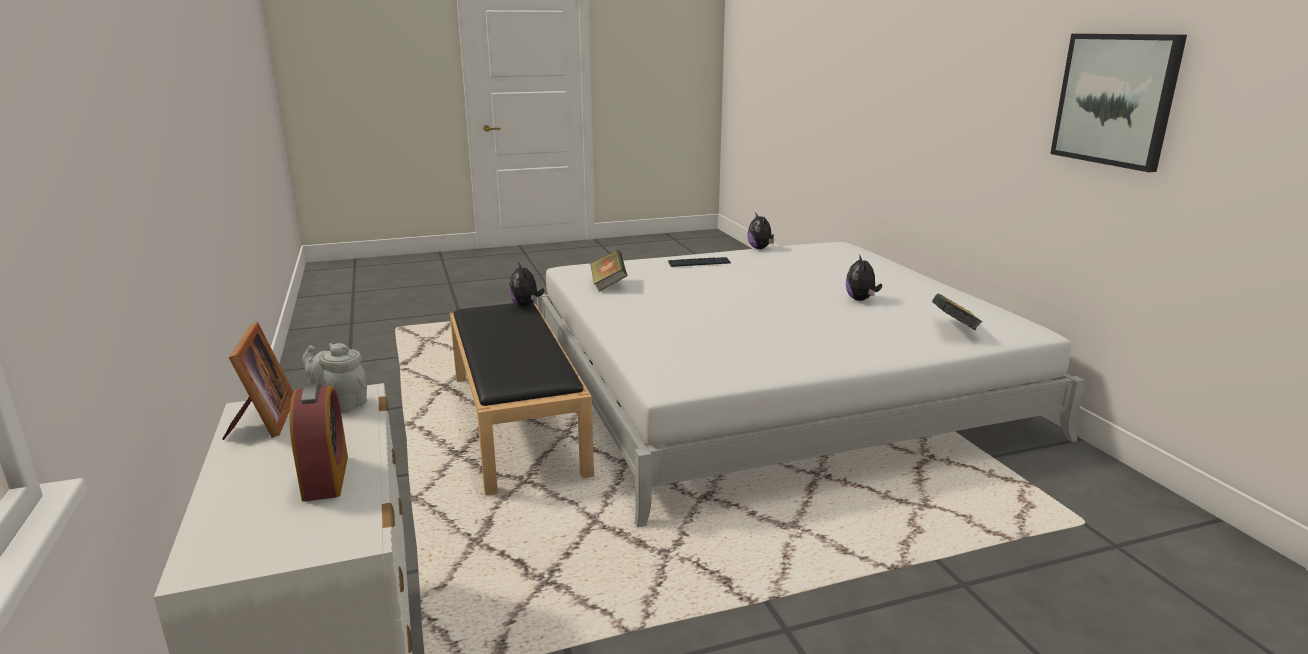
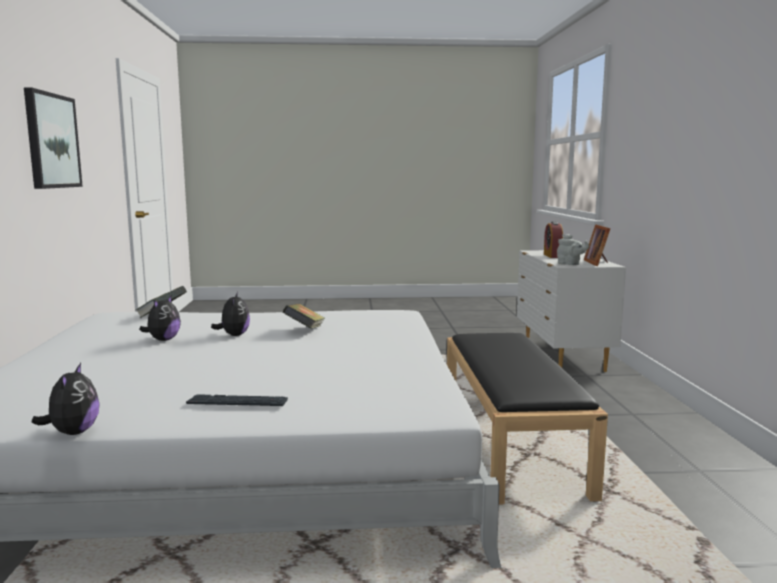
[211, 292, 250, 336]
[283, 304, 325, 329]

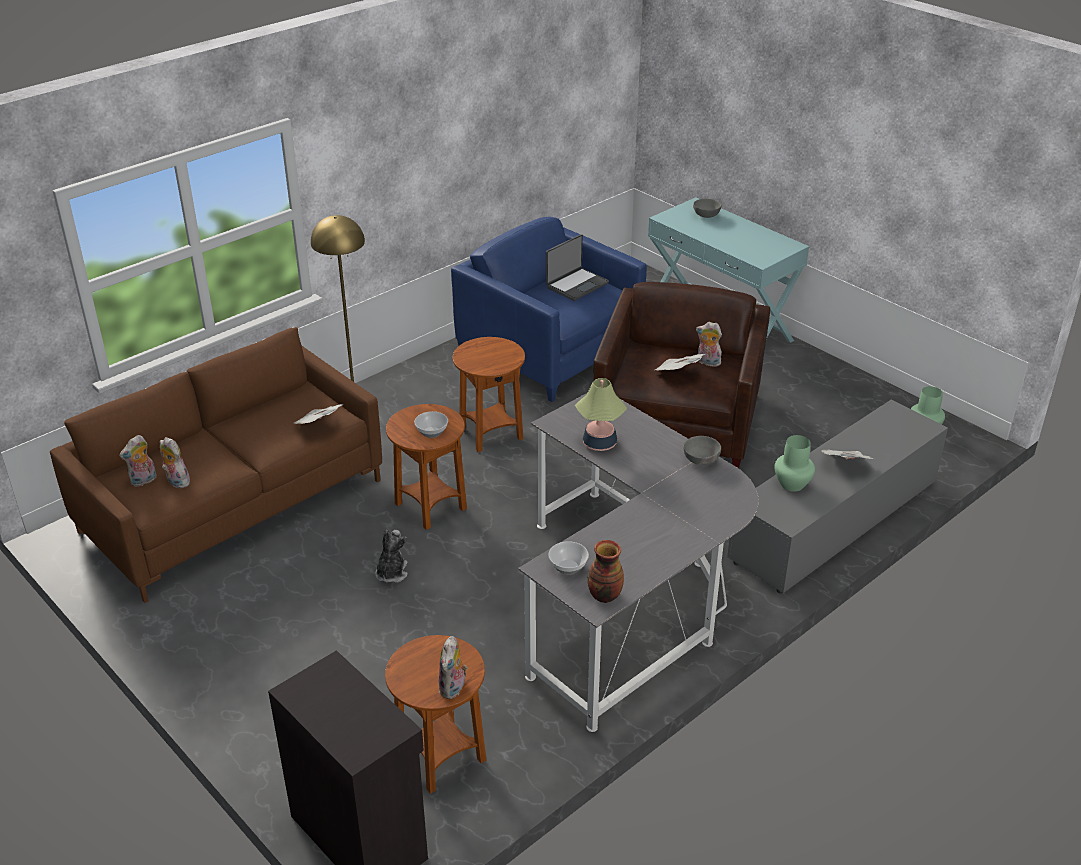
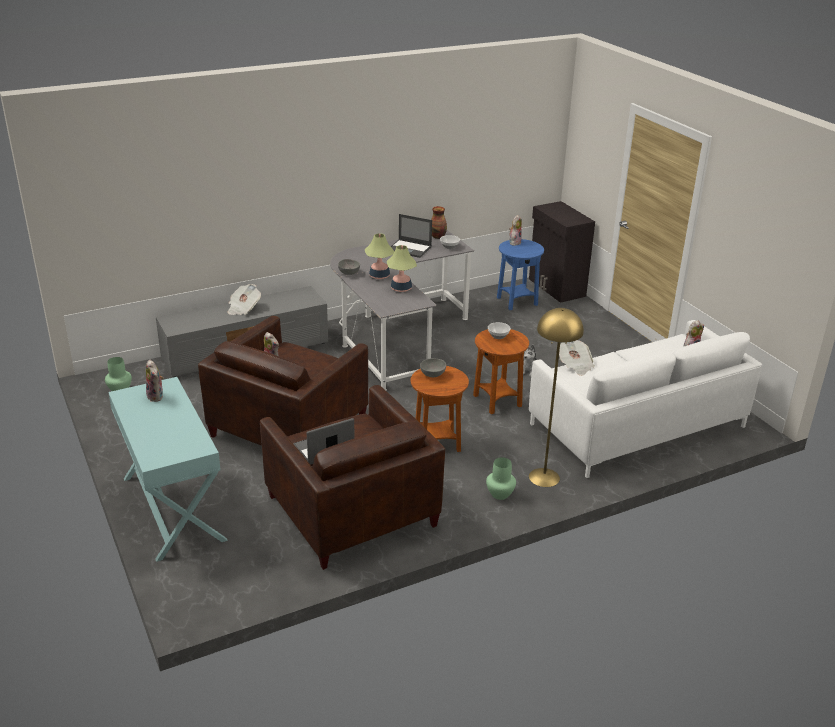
[655, 354, 705, 371] (first image)
[365, 233, 394, 279]
[391, 214, 432, 258]
[146, 359, 164, 402]
[420, 358, 446, 377]
[486, 457, 516, 500]
[529, 320, 762, 478]
[497, 239, 544, 310]
[260, 385, 445, 570]

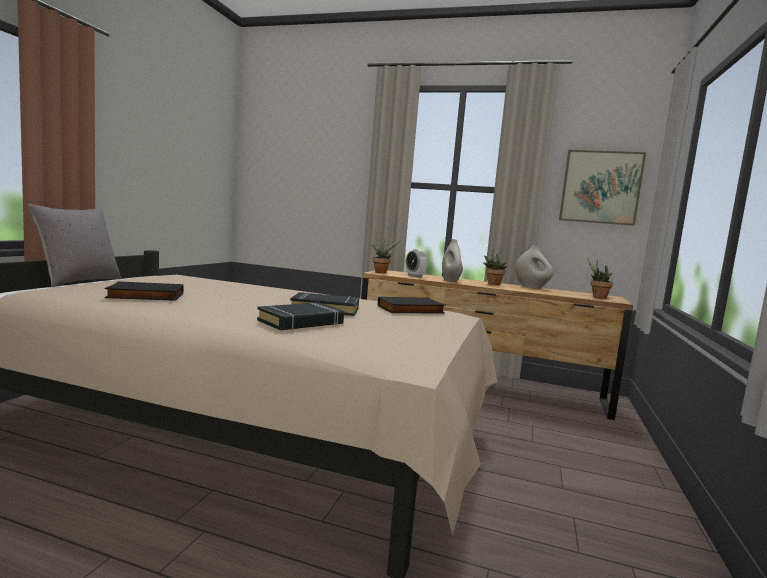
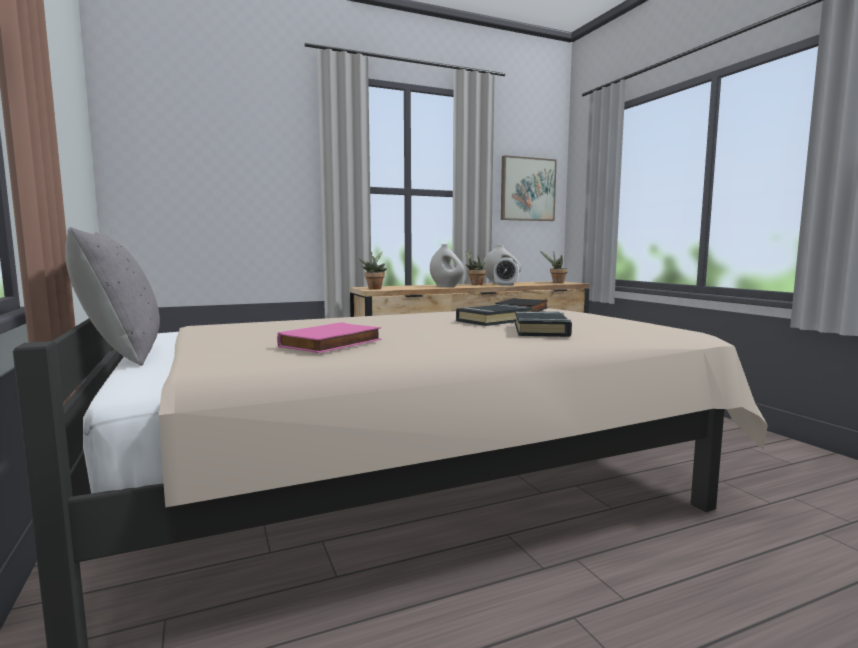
[494, 258, 519, 286]
[277, 322, 382, 353]

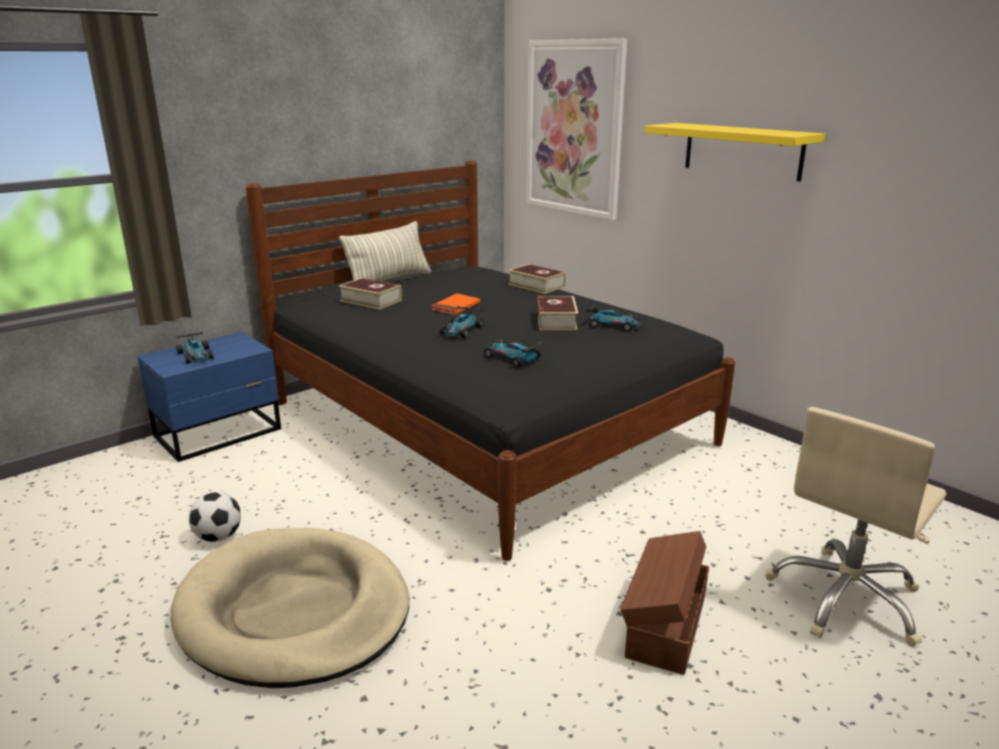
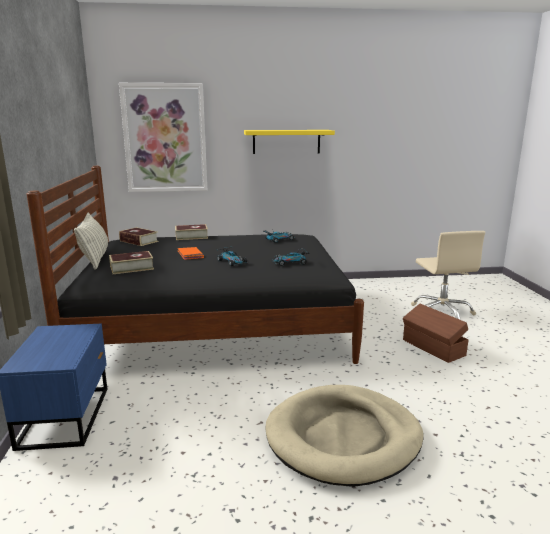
[176, 330, 214, 364] (first image)
[189, 492, 241, 542] (first image)
[119, 227, 158, 246]

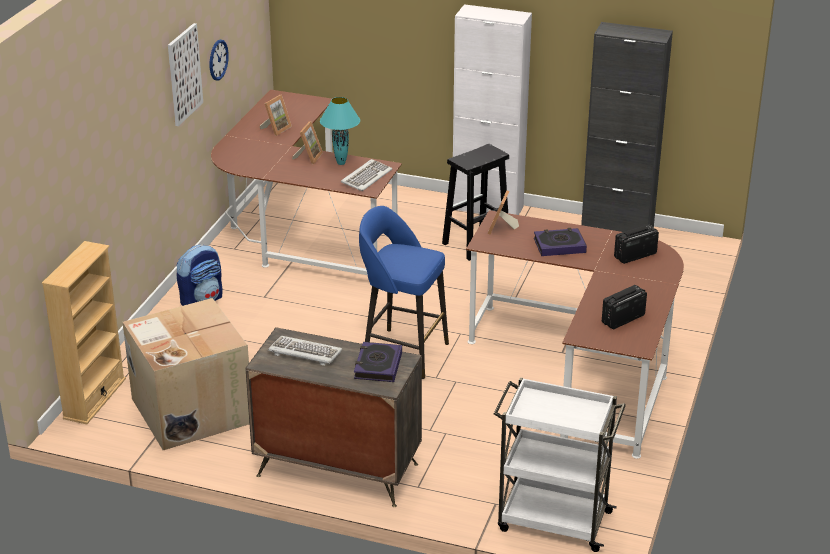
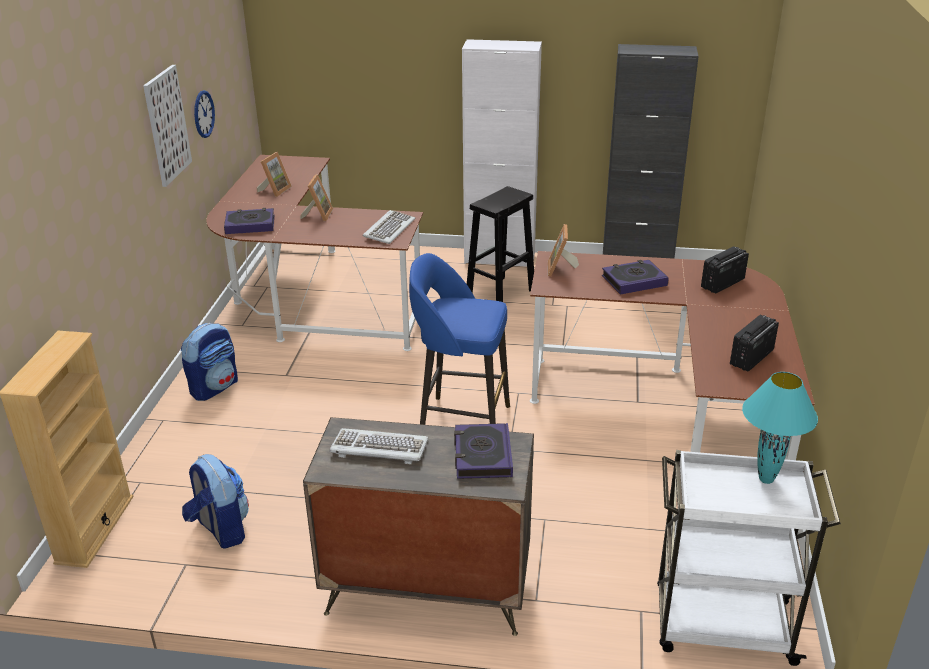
[224, 208, 274, 234]
[742, 372, 818, 484]
[182, 454, 249, 549]

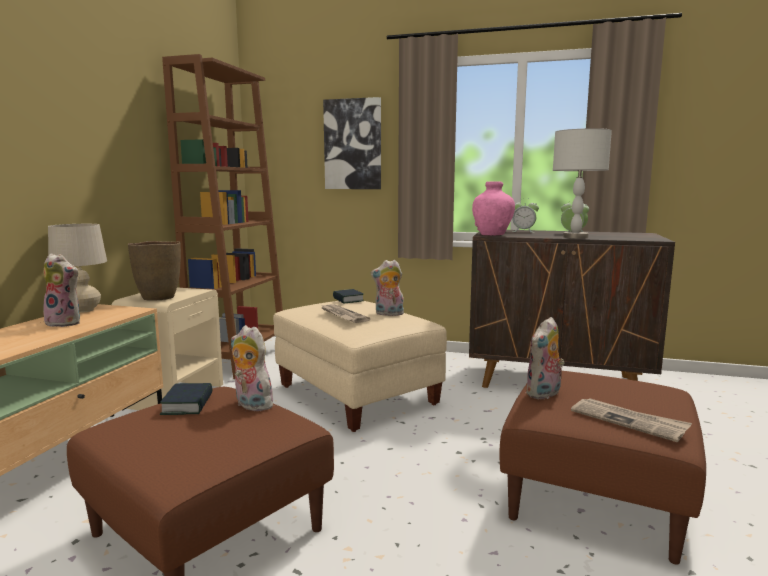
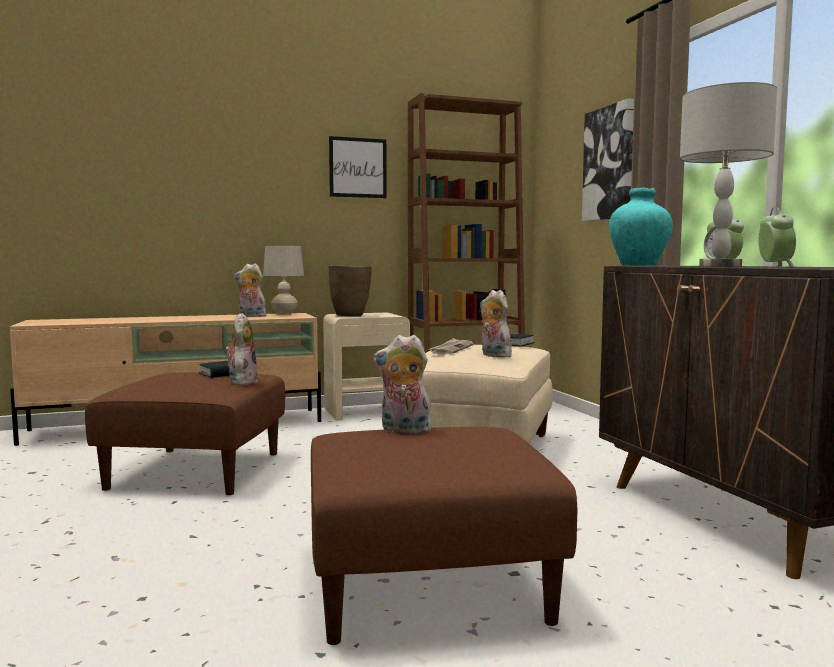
[571, 398, 692, 442] (first image)
[329, 136, 387, 198]
[609, 187, 673, 265]
[234, 263, 268, 317]

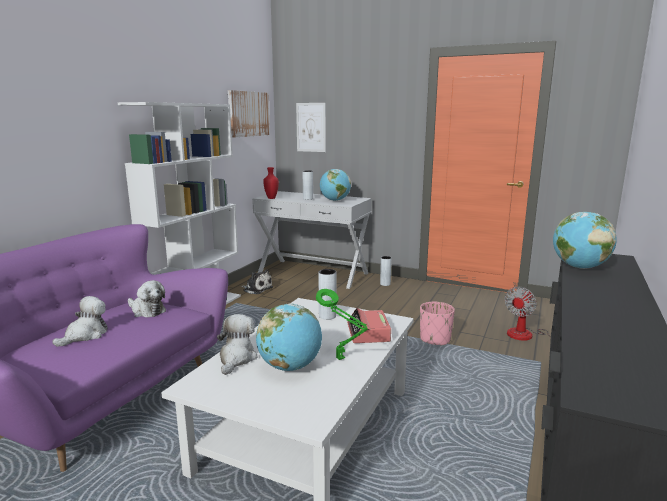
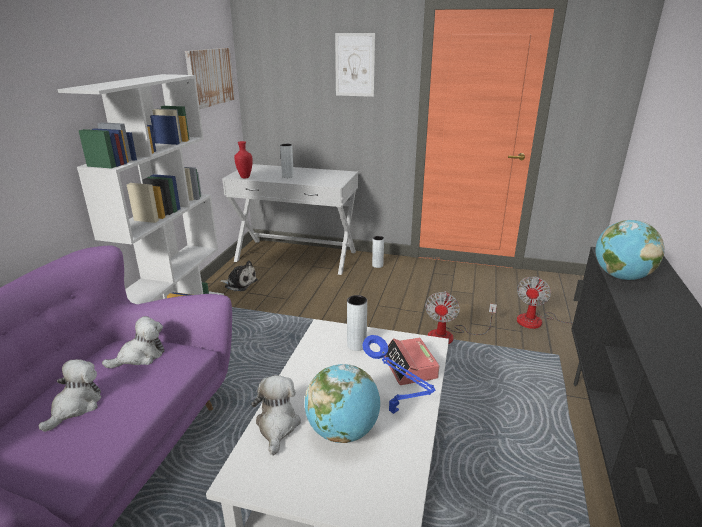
[320, 169, 351, 201] (first image)
[335, 33, 375, 97]
[425, 291, 497, 344]
[362, 335, 435, 414]
[102, 316, 164, 368]

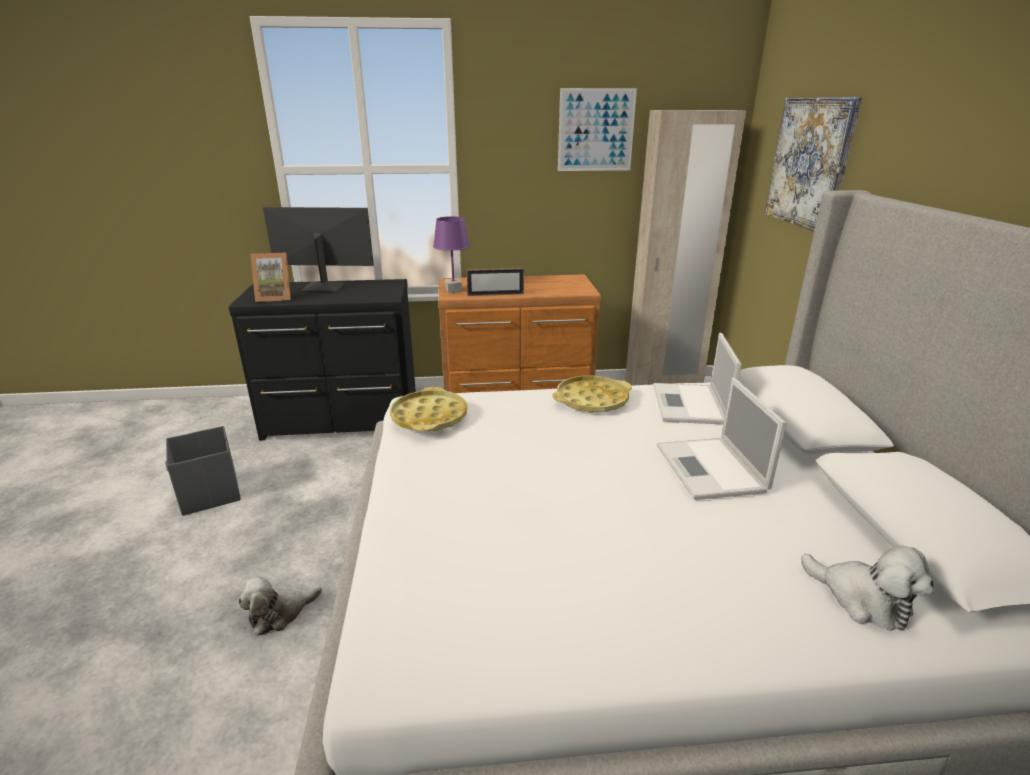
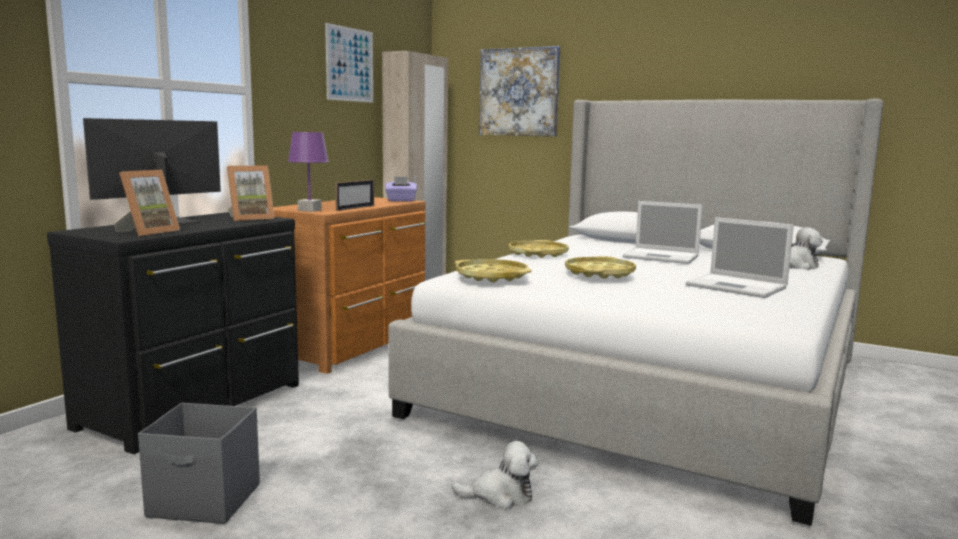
[227, 166, 275, 221]
[385, 176, 417, 202]
[565, 256, 636, 279]
[686, 217, 794, 298]
[452, 441, 539, 509]

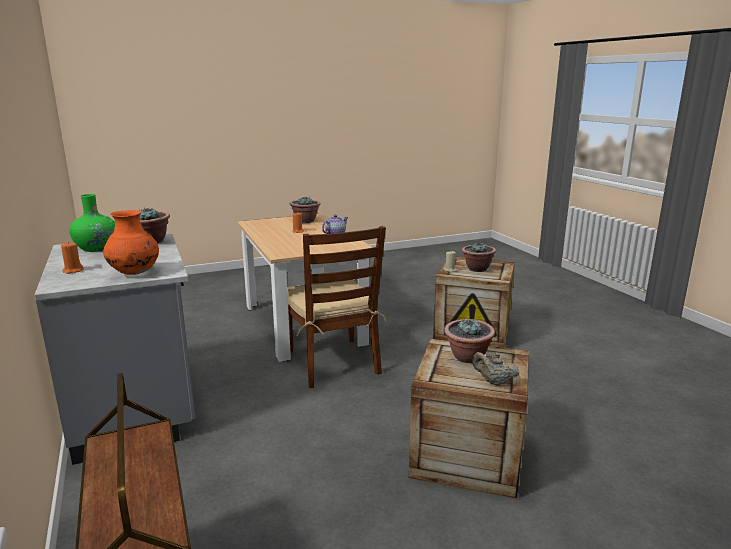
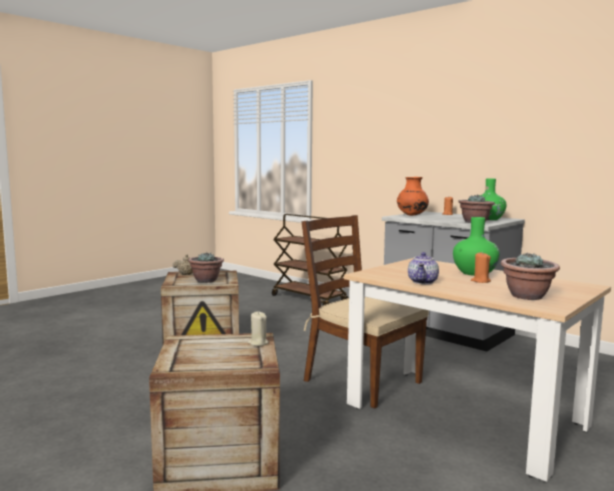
[462, 242, 496, 272] (first image)
[453, 217, 500, 276]

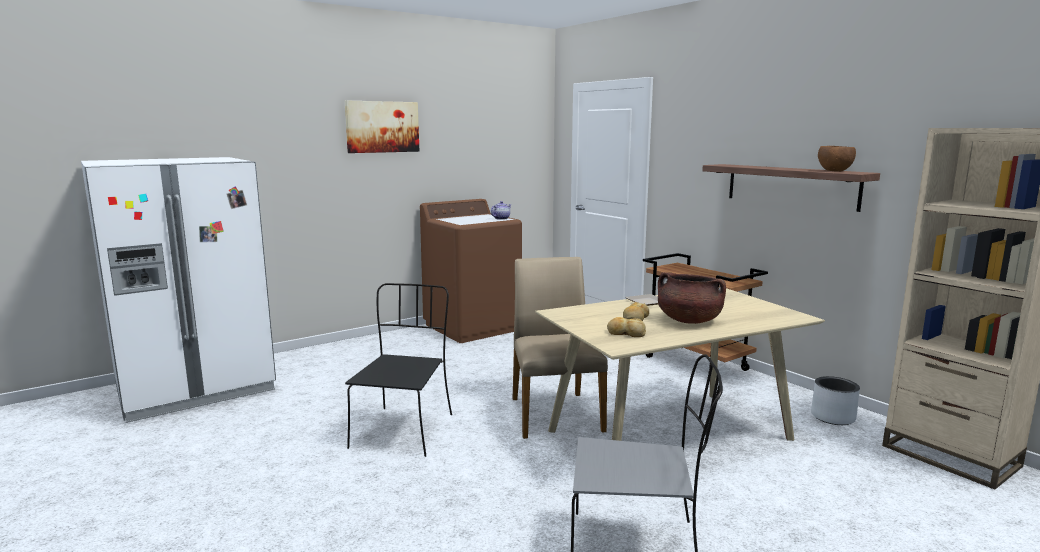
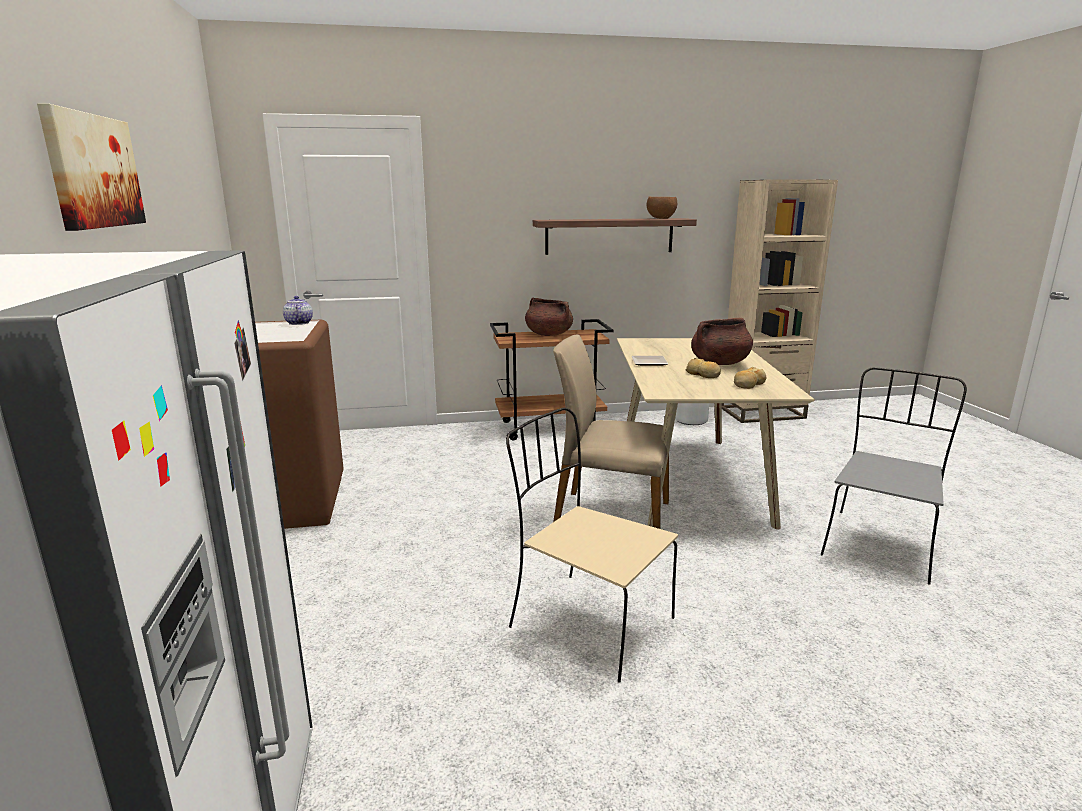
[525, 298, 573, 336]
[506, 408, 678, 683]

